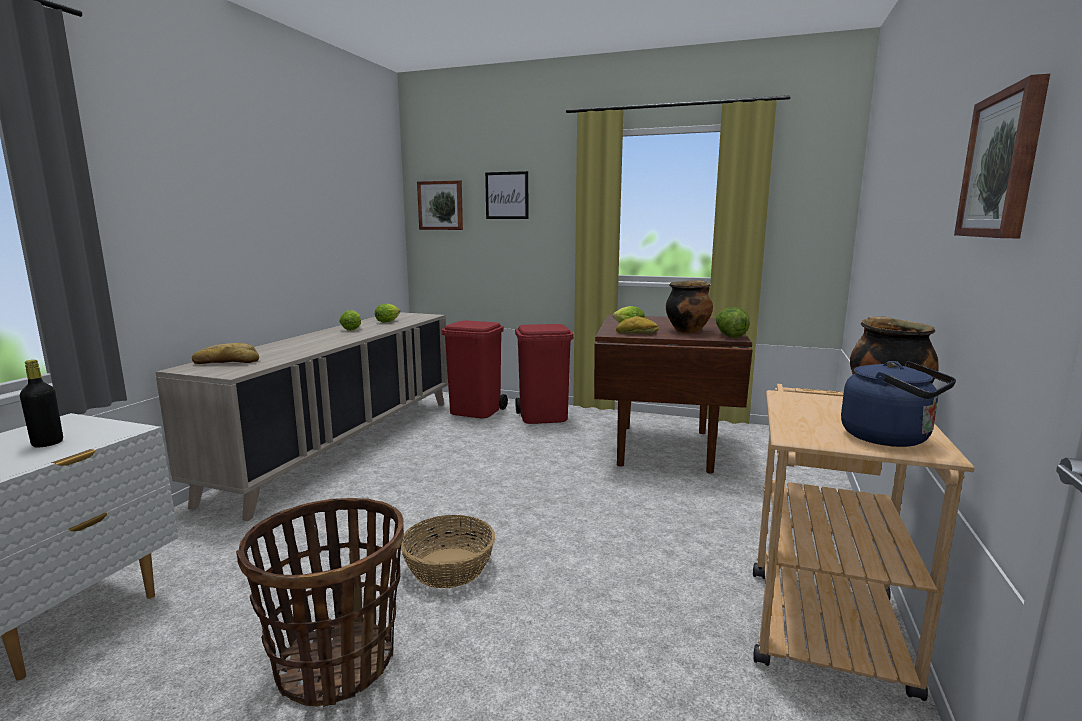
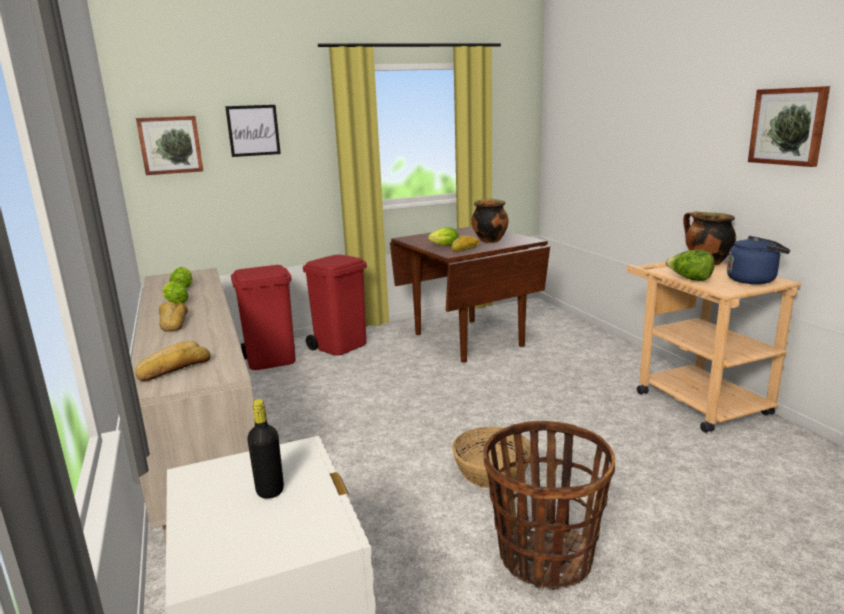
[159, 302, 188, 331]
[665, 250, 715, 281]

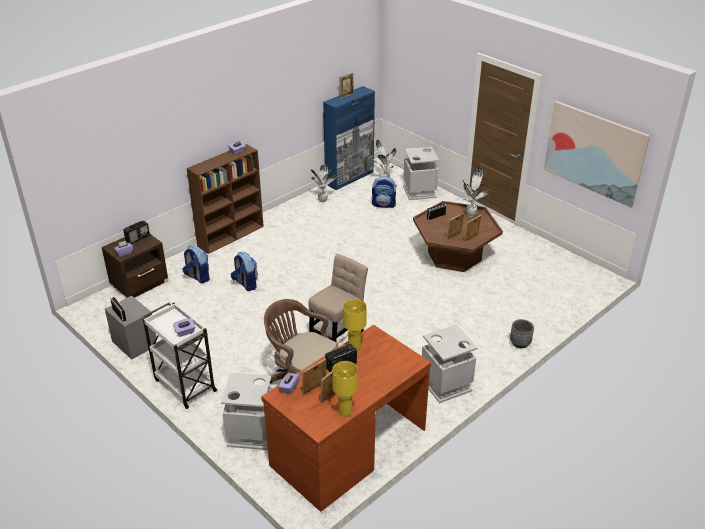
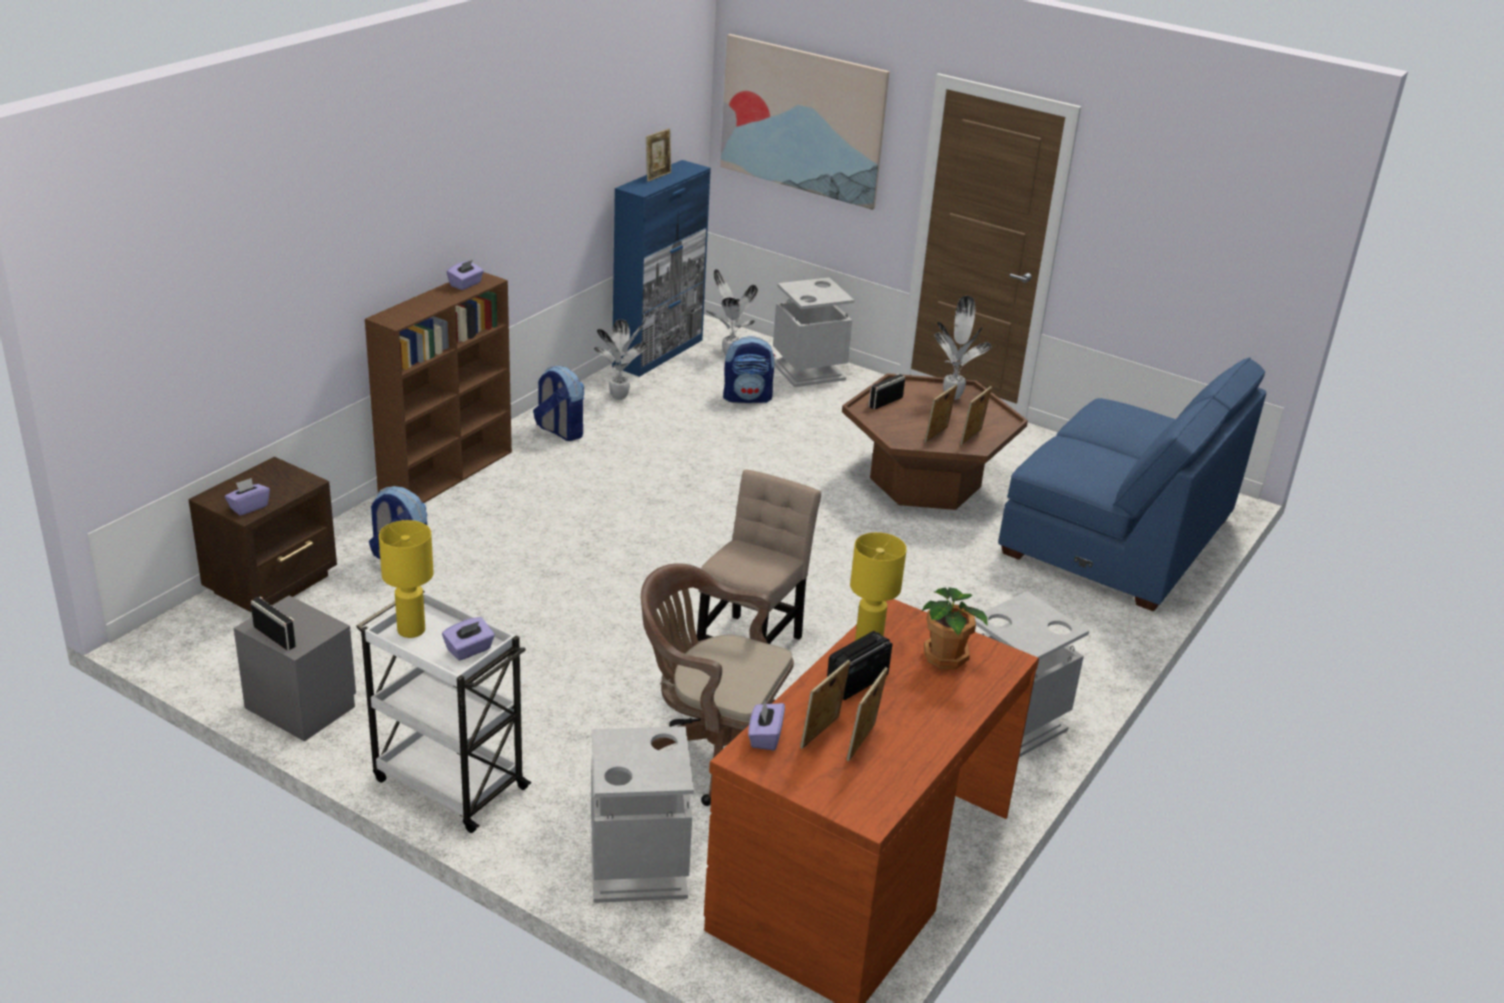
[123, 221, 150, 244] (first image)
[510, 319, 534, 348] (first image)
[922, 587, 987, 669]
[998, 357, 1266, 611]
[533, 366, 584, 441]
[379, 520, 433, 638]
[720, 34, 890, 210]

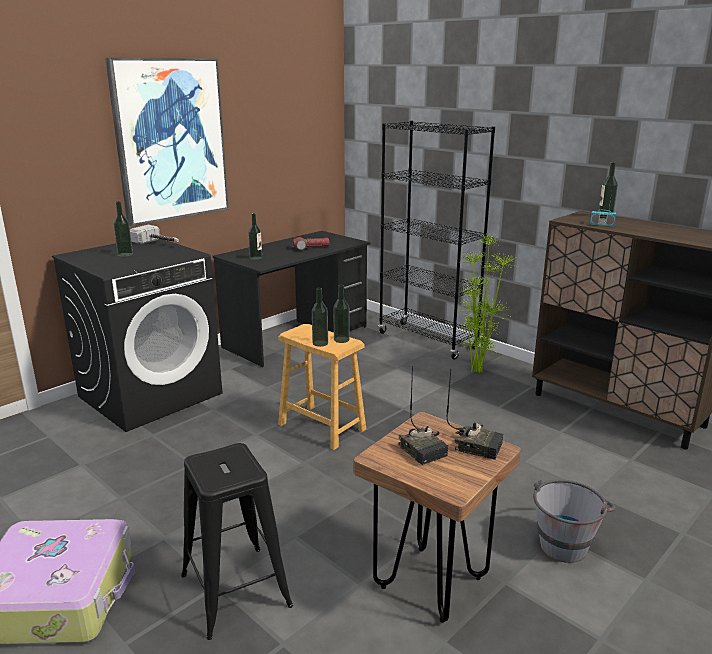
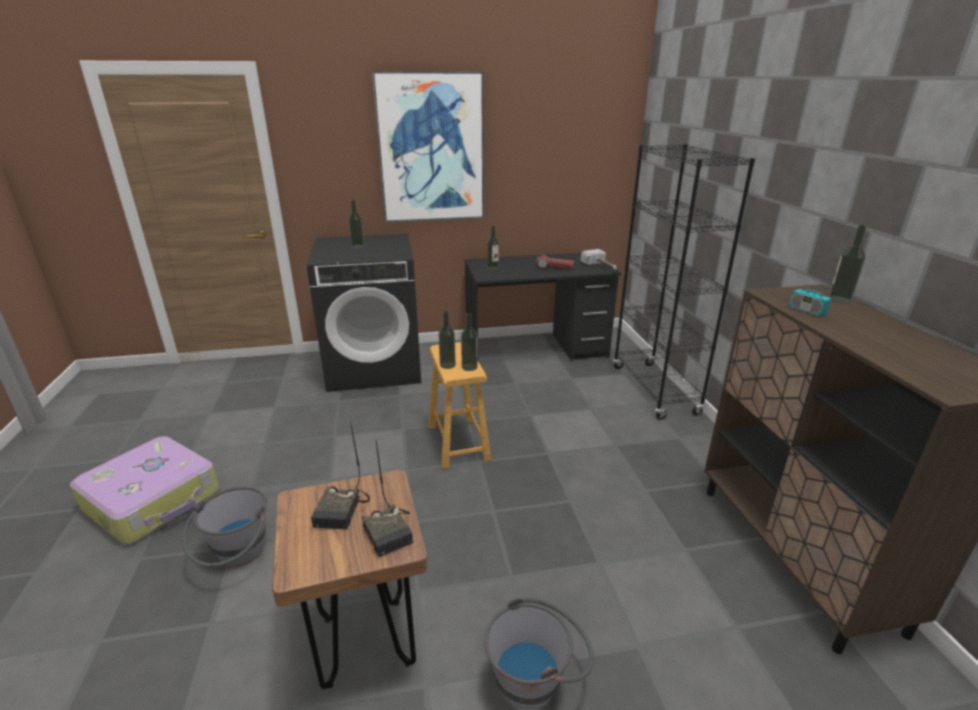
[460, 234, 518, 373] (first image)
[581, 249, 617, 269]
[182, 487, 267, 567]

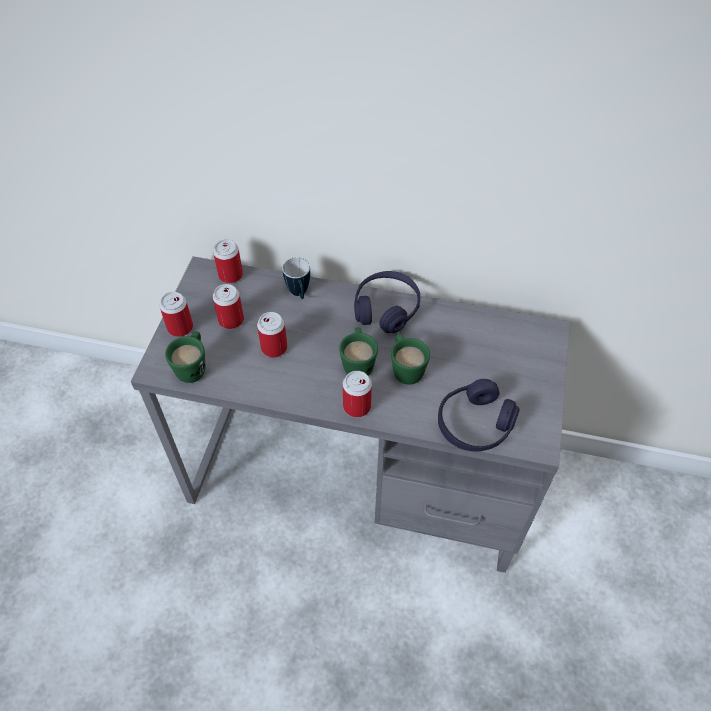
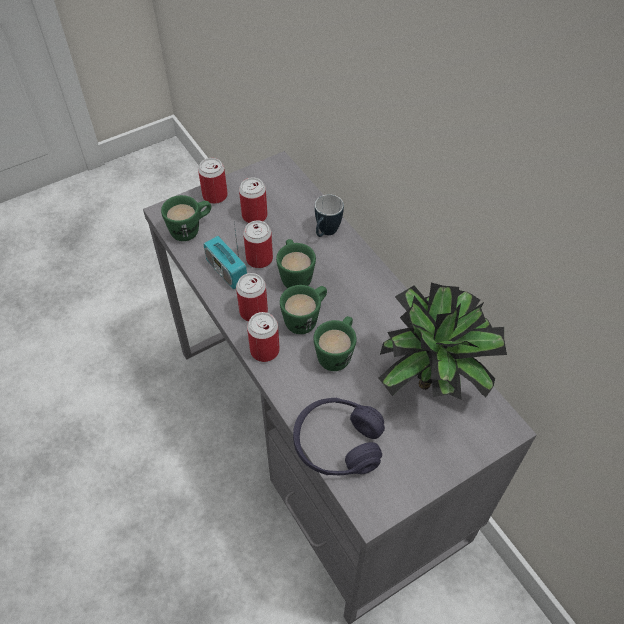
[354, 271, 420, 333] (first image)
[204, 224, 247, 290]
[276, 239, 316, 288]
[378, 283, 507, 400]
[236, 273, 268, 321]

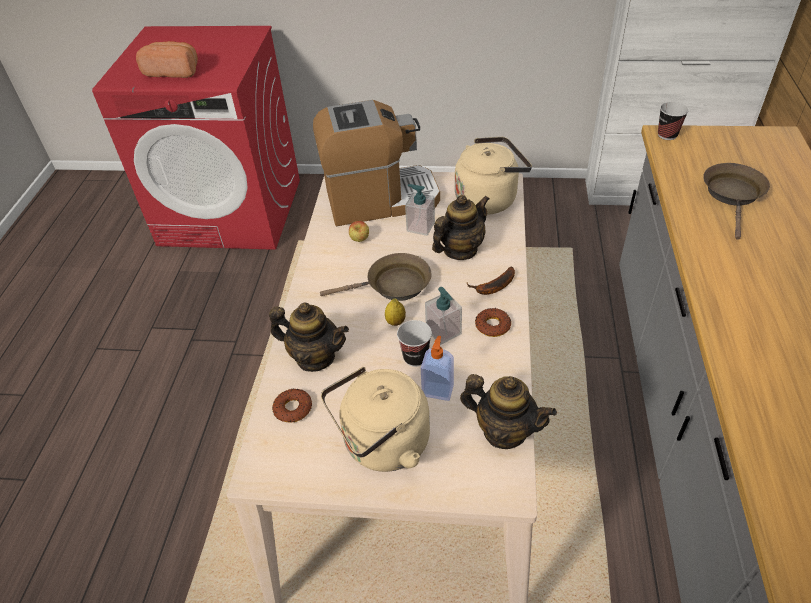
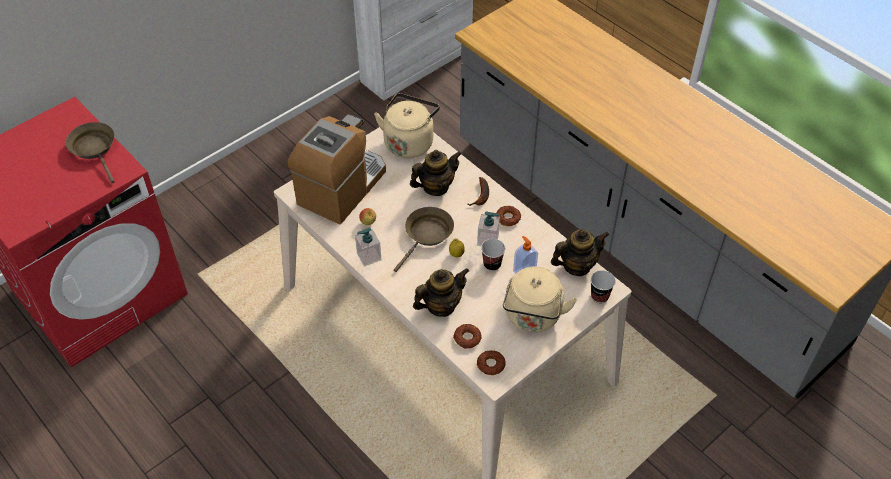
[136, 41, 198, 78] (first image)
[477, 350, 506, 375]
[355, 228, 381, 267]
[591, 270, 616, 303]
[65, 122, 115, 183]
[410, 150, 462, 196]

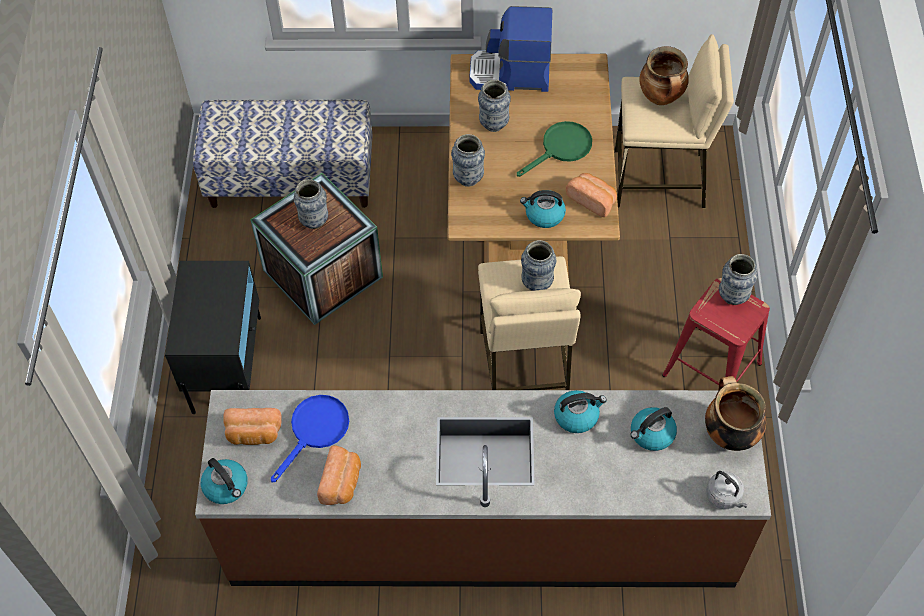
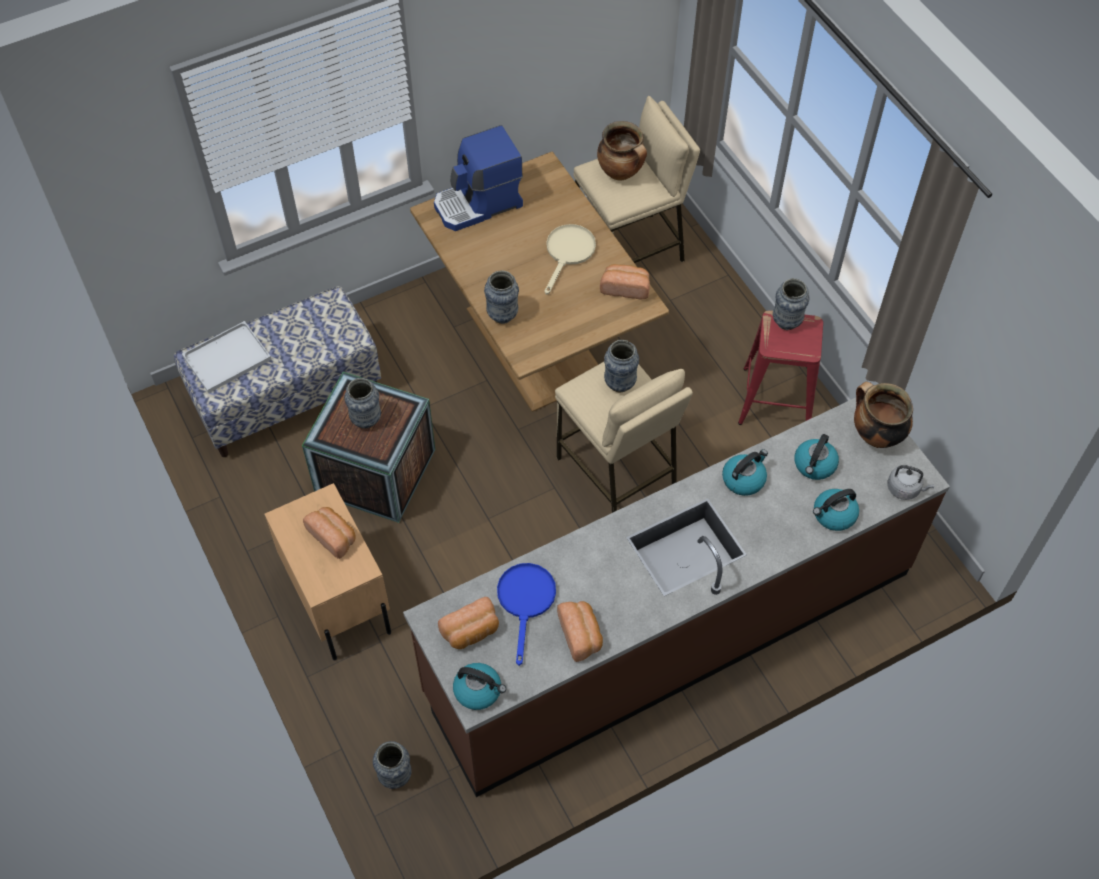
[182, 321, 272, 393]
[303, 507, 356, 559]
[373, 741, 412, 789]
[813, 489, 859, 531]
[264, 483, 391, 661]
[544, 224, 596, 295]

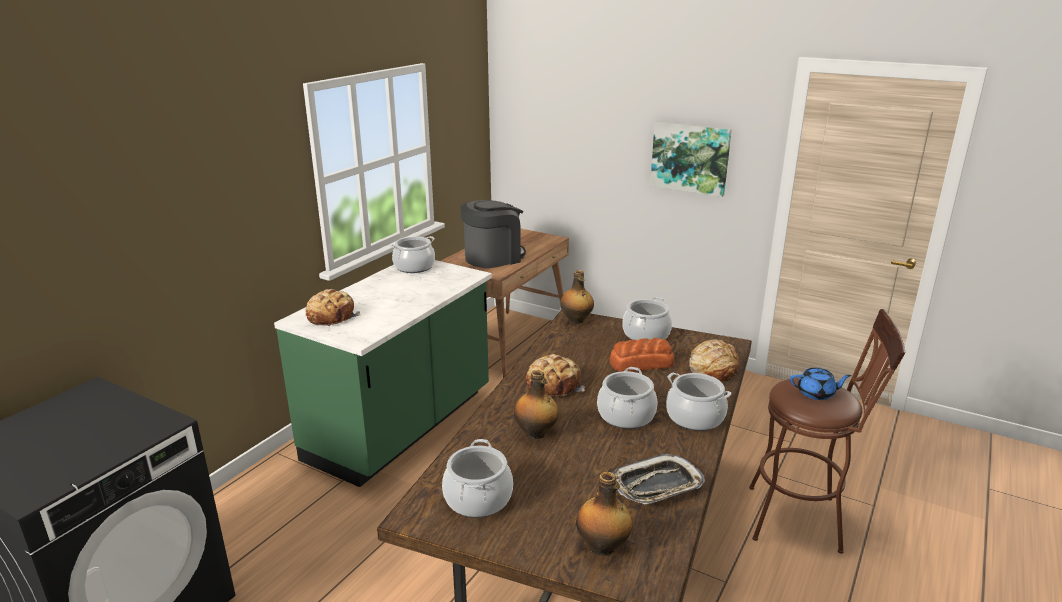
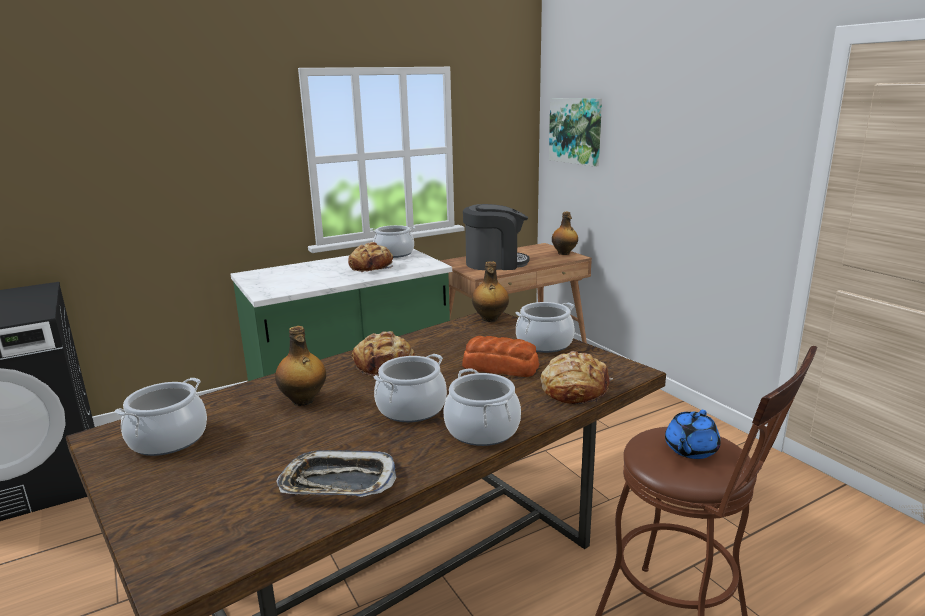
[348, 242, 393, 272]
[552, 212, 578, 255]
[549, 98, 602, 167]
[665, 410, 721, 459]

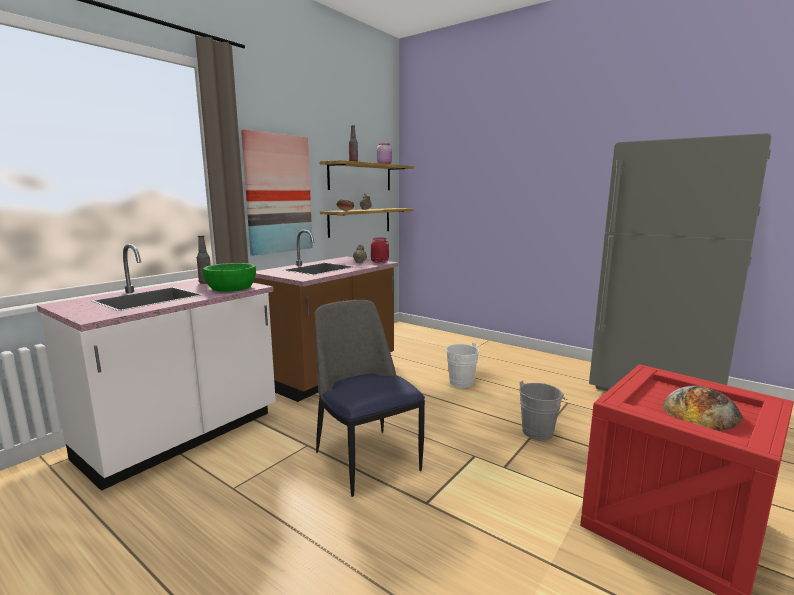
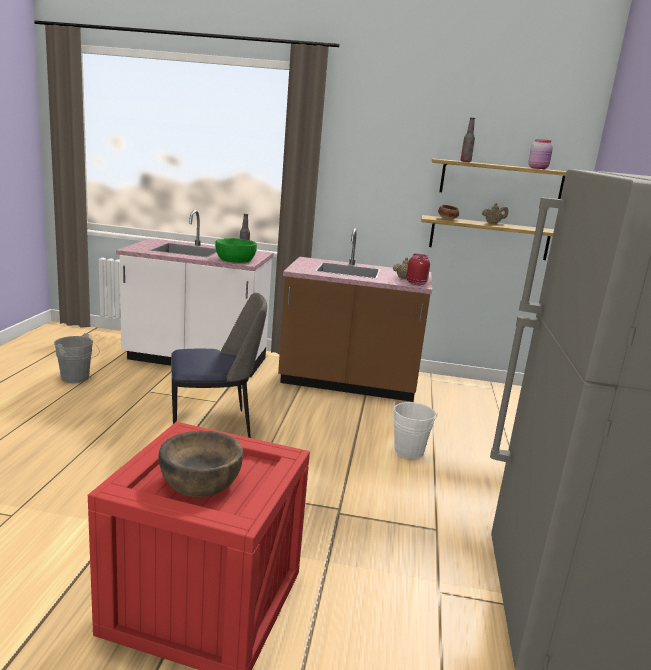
[241, 129, 313, 256] (first image)
[54, 333, 100, 383]
[158, 430, 243, 497]
[171, 293, 267, 438]

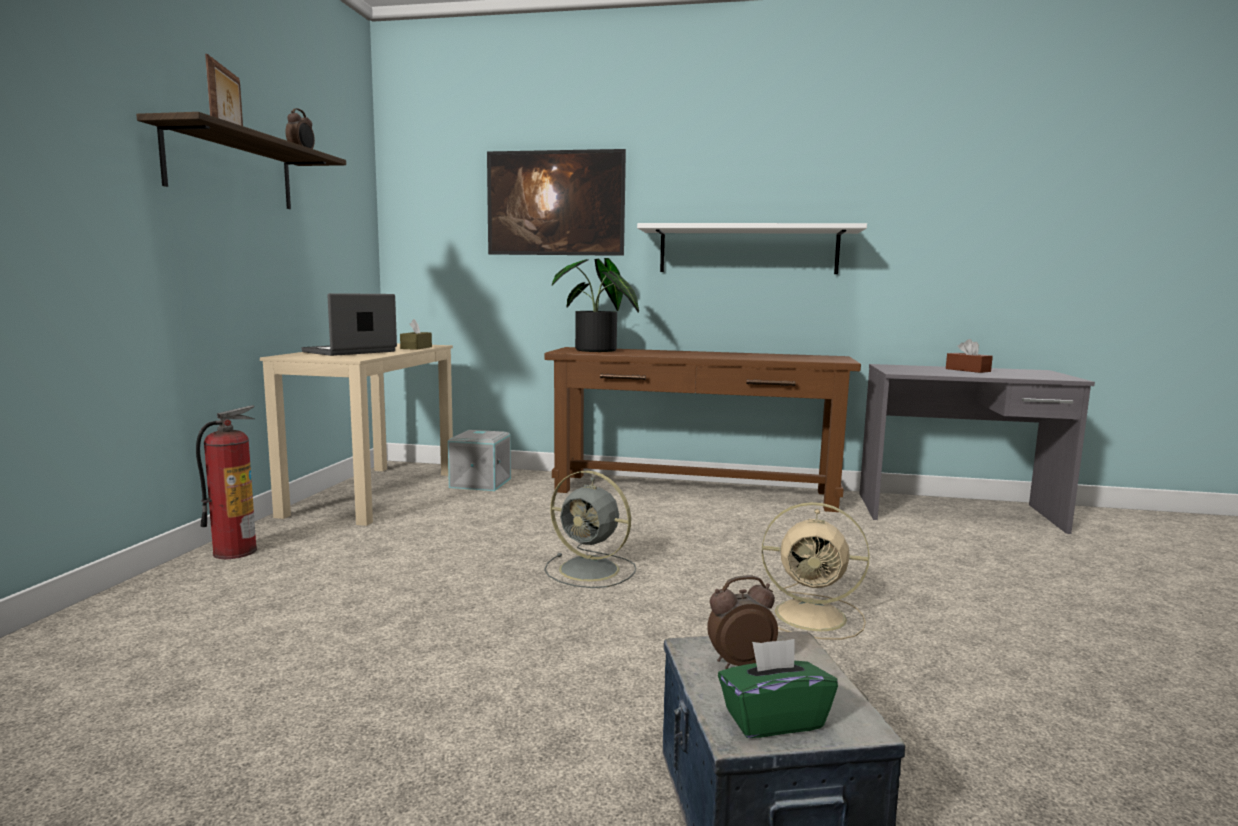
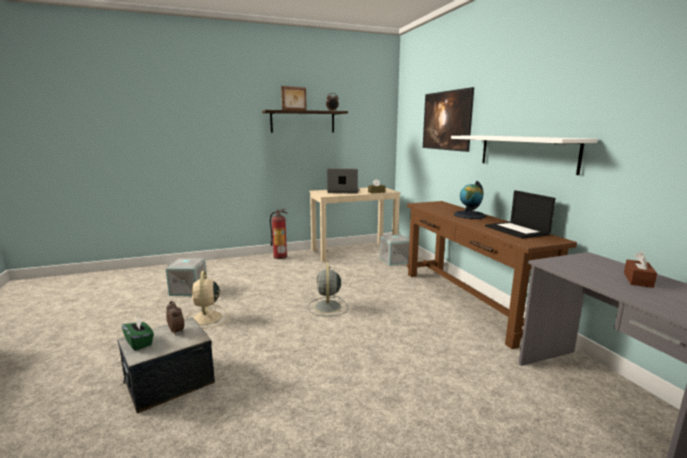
[552, 258, 639, 352] (first image)
[166, 258, 207, 296]
[454, 181, 486, 219]
[485, 190, 555, 239]
[186, 271, 229, 329]

